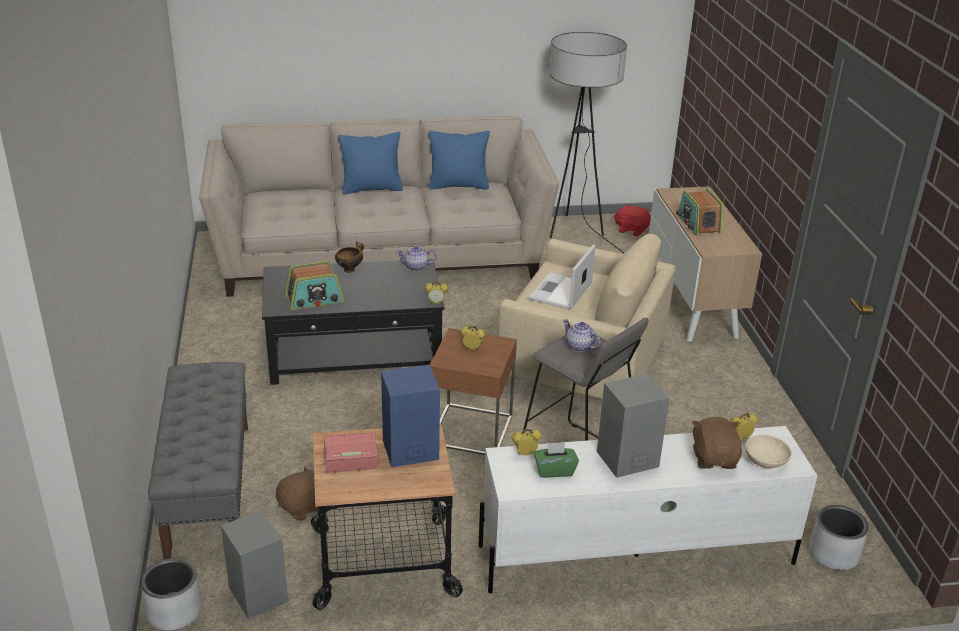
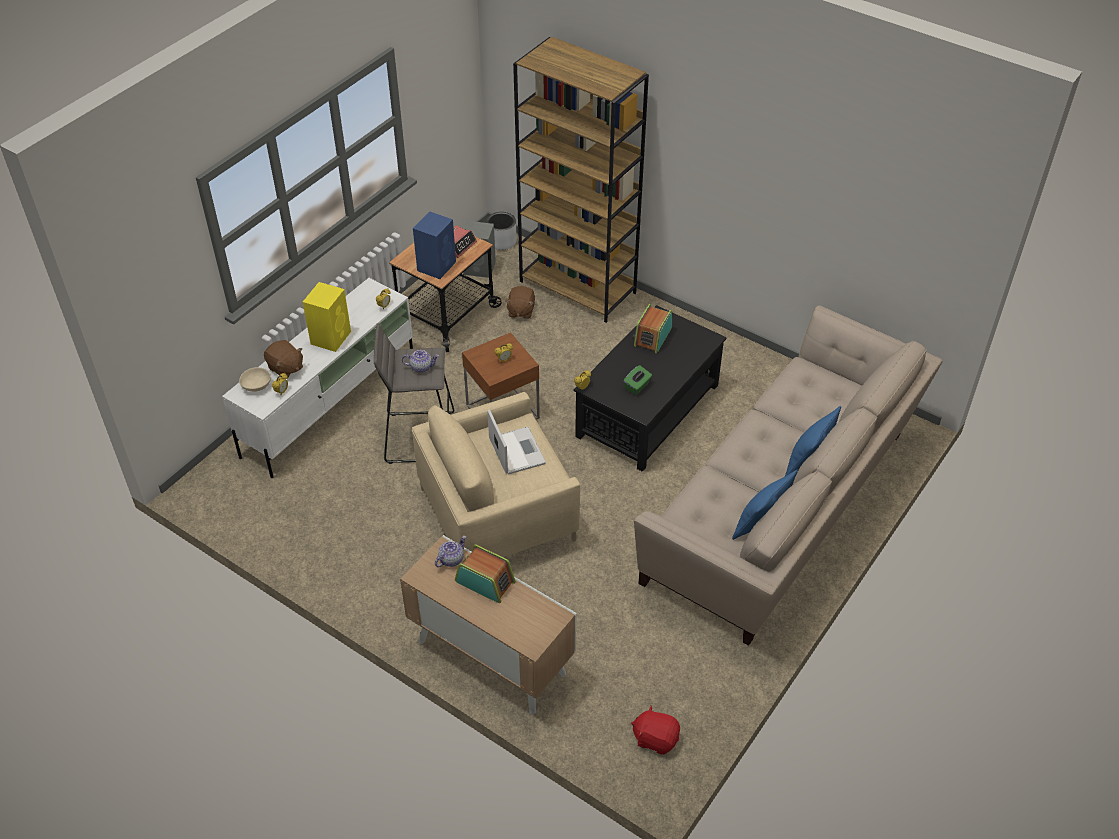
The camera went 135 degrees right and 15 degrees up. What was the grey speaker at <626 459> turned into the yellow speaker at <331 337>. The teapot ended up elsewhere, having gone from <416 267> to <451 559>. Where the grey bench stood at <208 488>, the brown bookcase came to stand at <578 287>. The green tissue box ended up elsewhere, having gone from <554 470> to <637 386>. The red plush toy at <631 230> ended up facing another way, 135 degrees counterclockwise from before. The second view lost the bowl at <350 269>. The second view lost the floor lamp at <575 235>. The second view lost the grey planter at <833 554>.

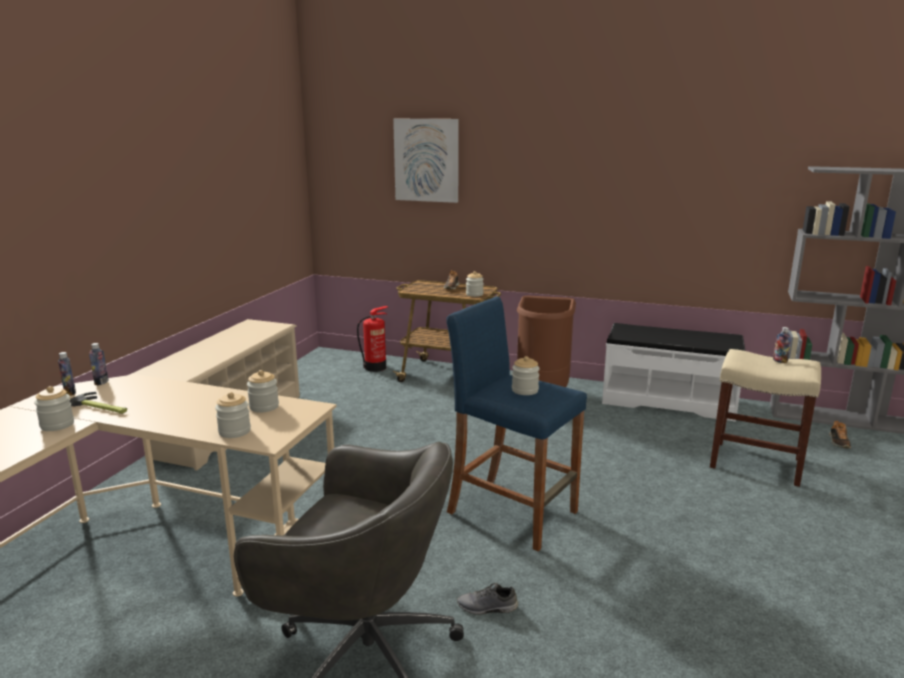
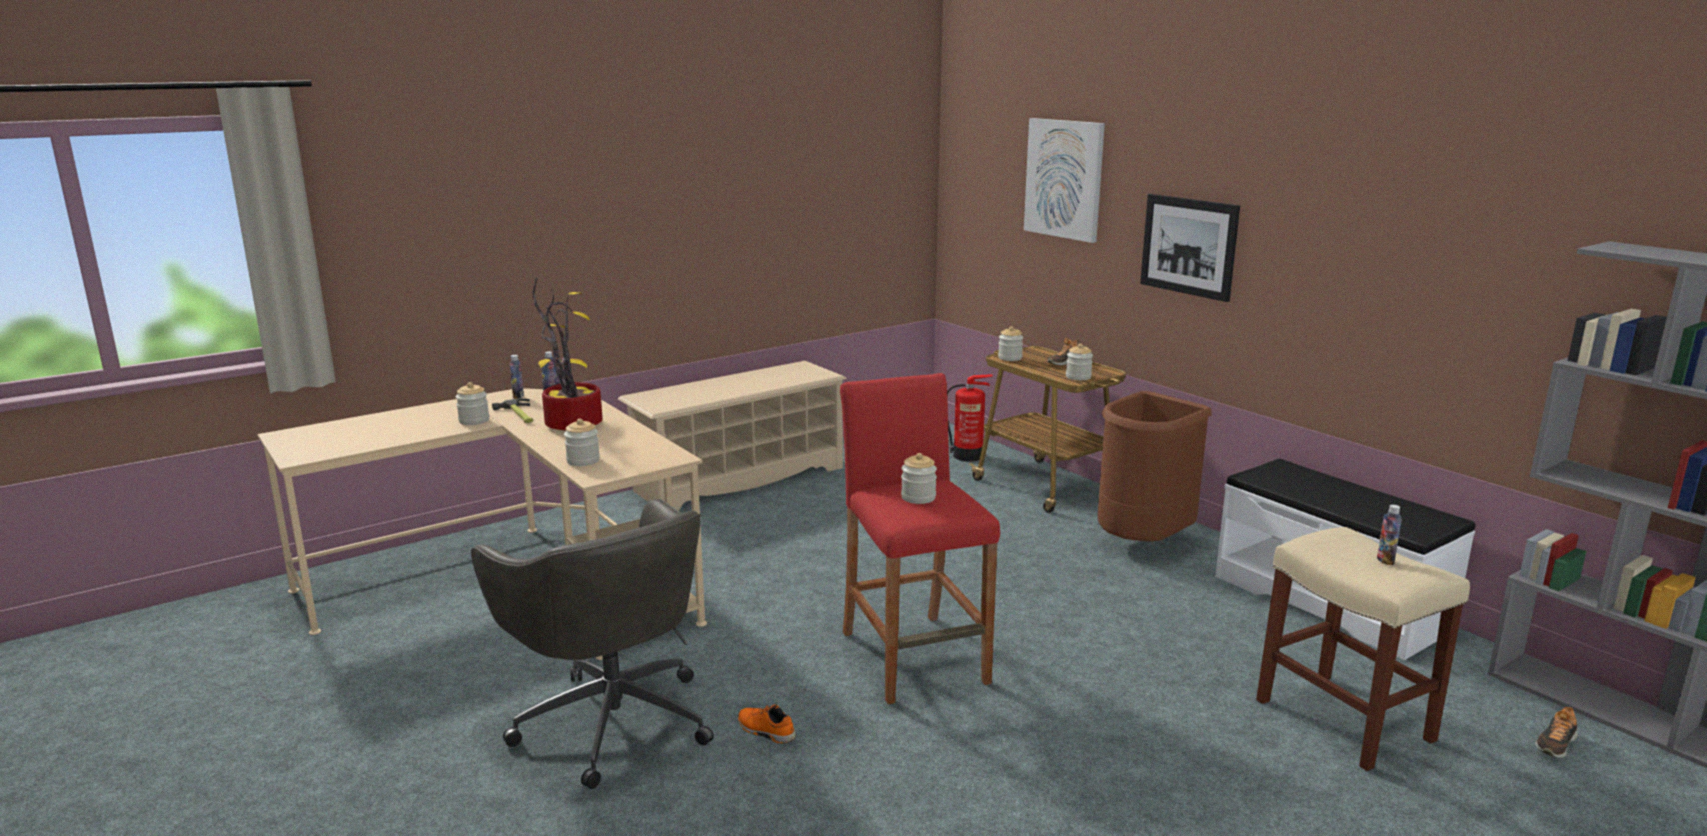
The camera went 35 degrees right and 0 degrees up. The second view gained the potted plant at <569 423>. What was the grey shoe at <487 608> turned into the orange shoe at <765 731>. What was the blue stool at <512 512> turned into the red stool at <914 657>. The jar ended up elsewhere, having gone from <264 407> to <1010 358>. The second view gained the picture at <1188 246>.

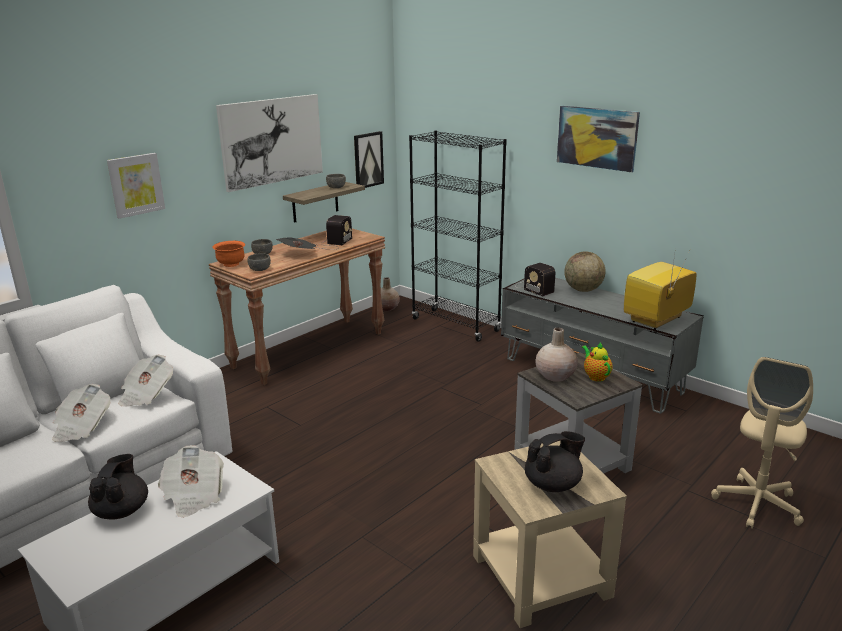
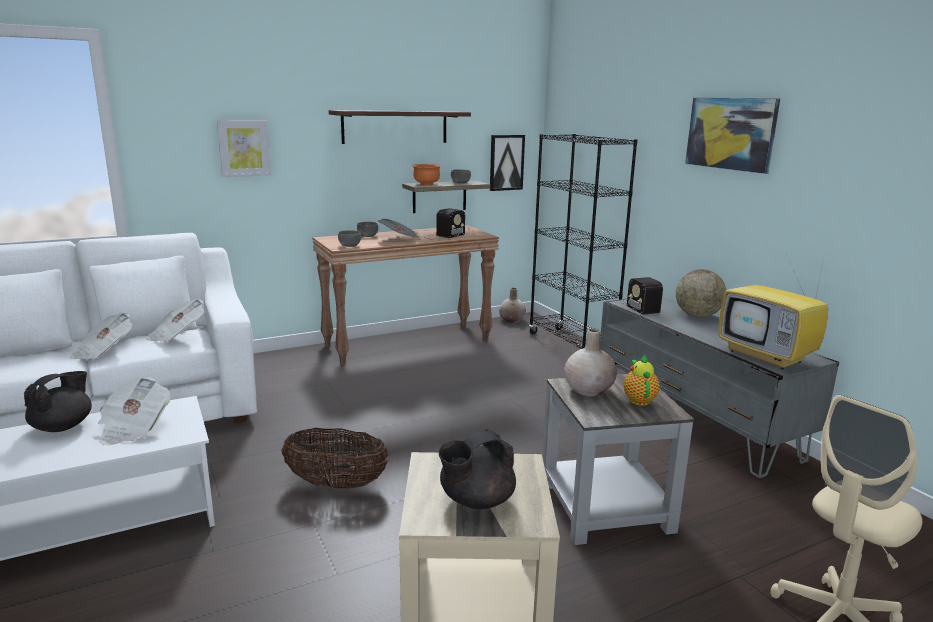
The camera went 20 degrees right and 5 degrees down. The second view gained the basket at <336 484>. Where the picture hung at <272 141>, the shelf came to hang at <395 127>. The orange bowl ended up elsewhere, having gone from <231 264> to <426 184>. The black teapot at <553 484> ended up facing another way, 150 degrees clockwise from before. The television at <656 320> ended up facing another way, 105 degrees counterclockwise from before.

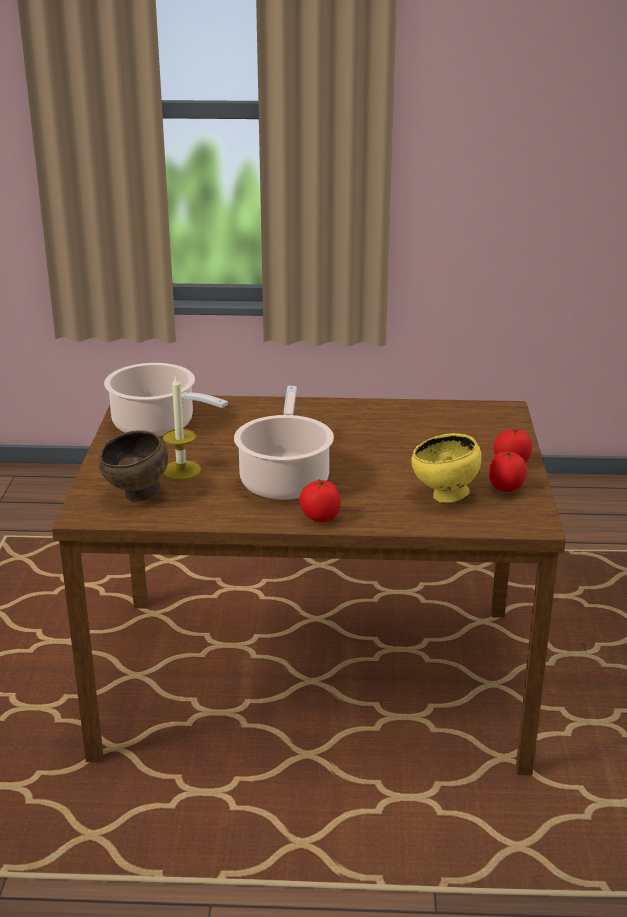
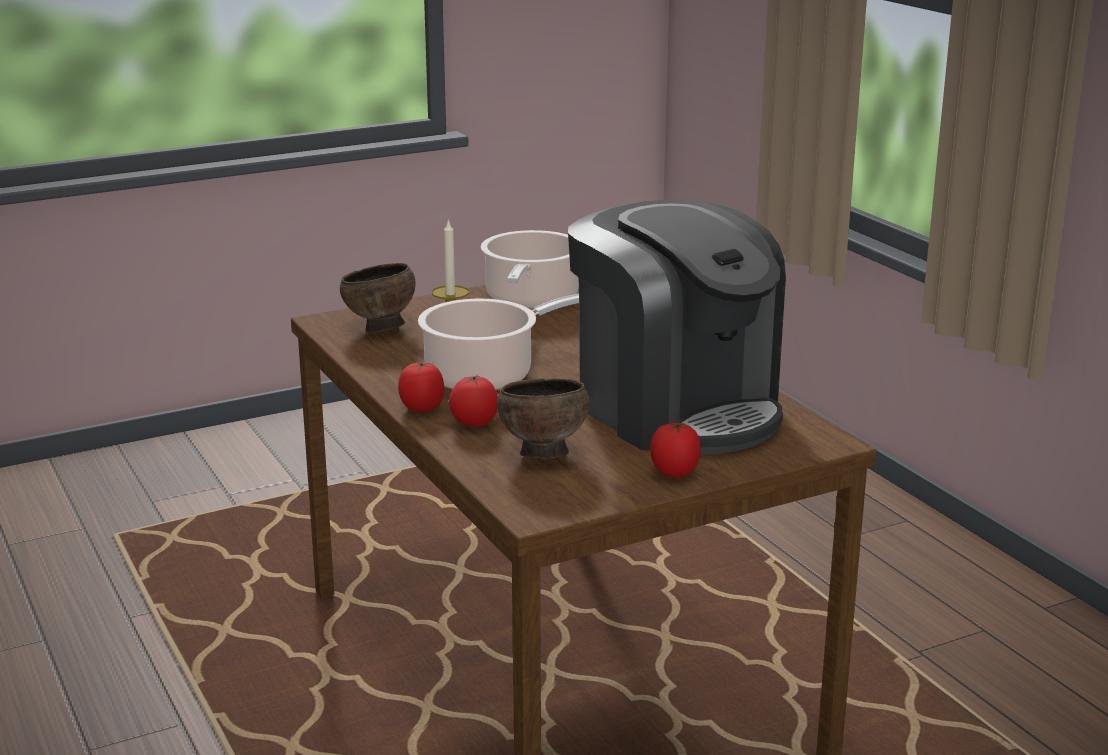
The camera went 60 degrees right and 5 degrees down. The tomato ended up elsewhere, having gone from <506 489> to <473 424>. What was the yellow bowl at <444 497> turned into the brown bowl at <541 454>. The second view gained the coffee machine at <676 409>.

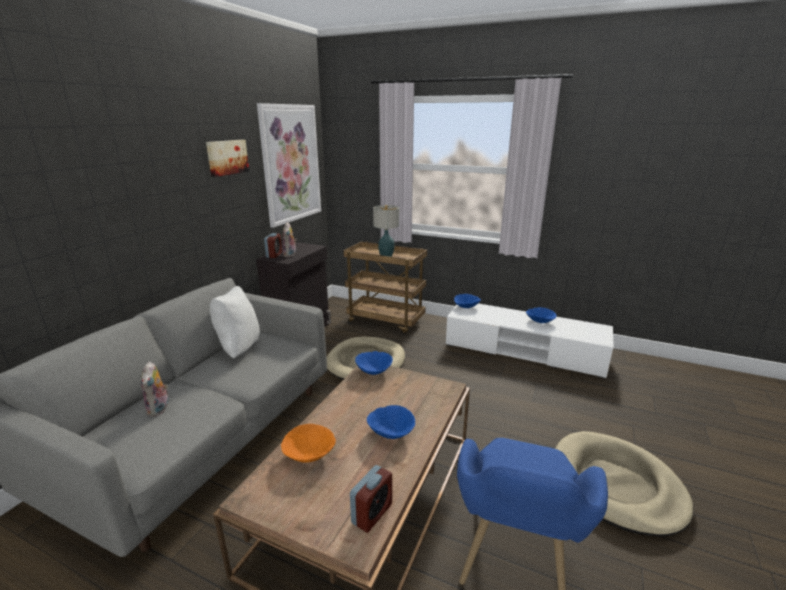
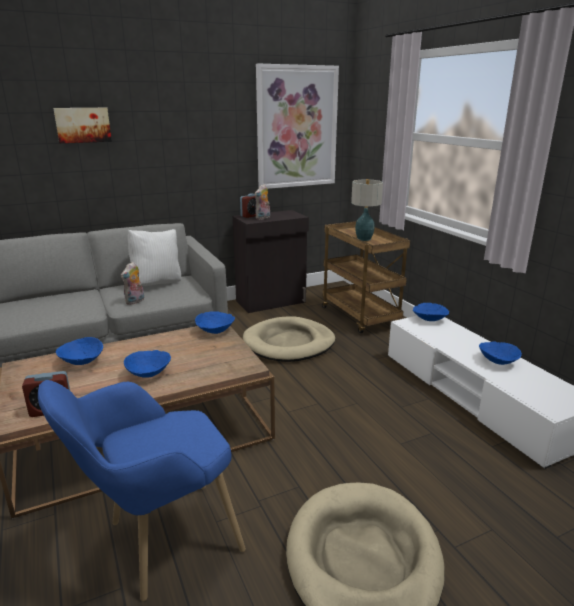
The camera went 40 degrees right and 0 degrees up. The picture ended up elsewhere, having gone from <227 157> to <83 125>. What was the orange bowl at <309 455> turned into the blue bowl at <82 361>. The plush toy ended up elsewhere, having gone from <159 409> to <135 301>.

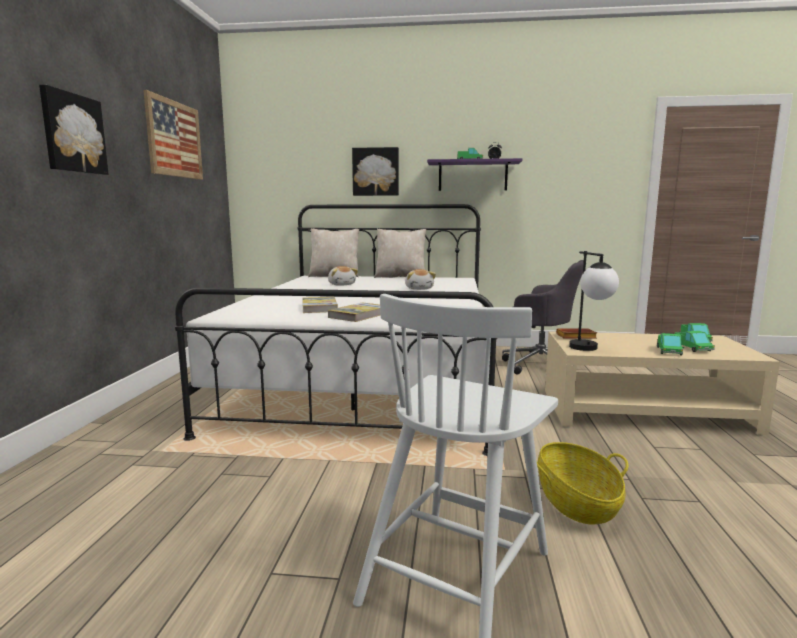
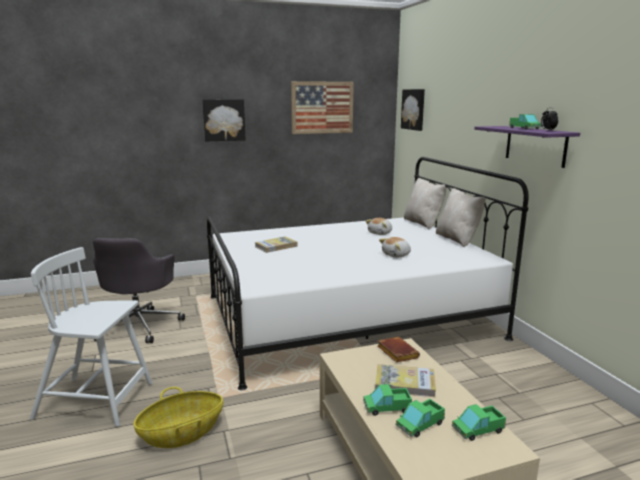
The camera went 65 degrees right and 5 degrees up. The grey office chair ended up elsewhere, having gone from <539 364> to <139 325>. The book ended up elsewhere, having gone from <359 315> to <405 383>. The picture ended up elsewhere, having gone from <375 172> to <414 109>. The second view lost the table lamp at <589 350>.

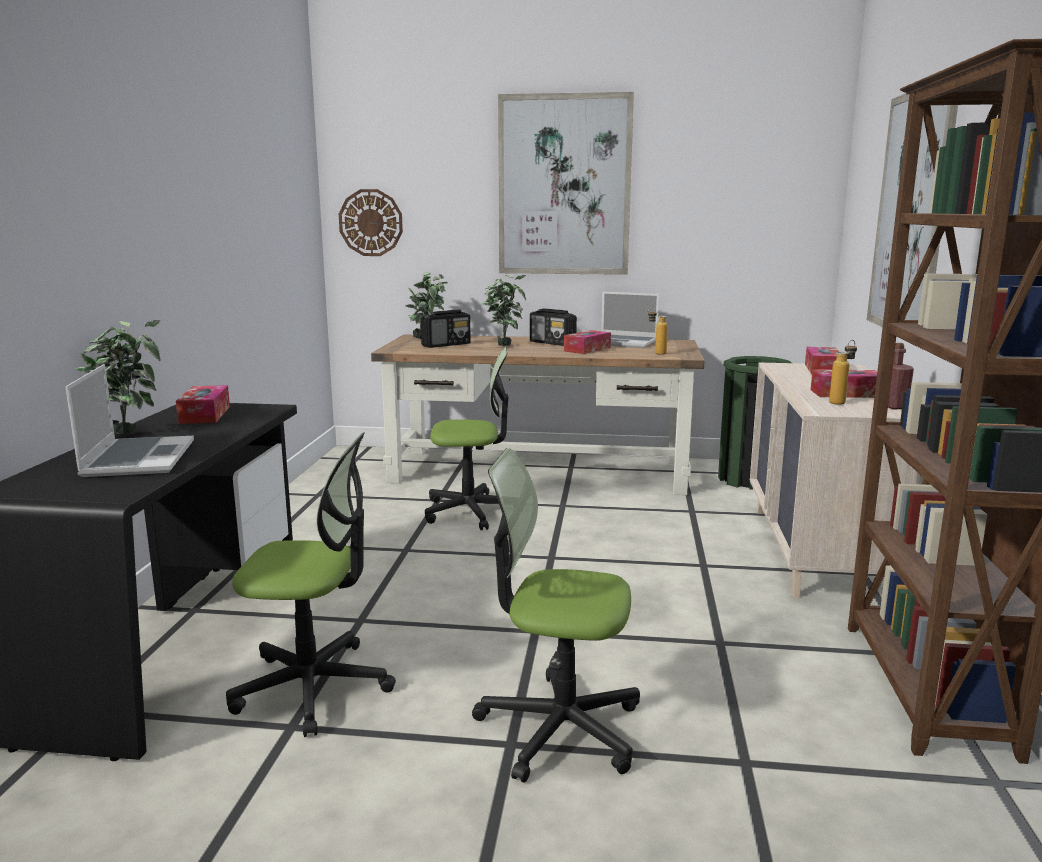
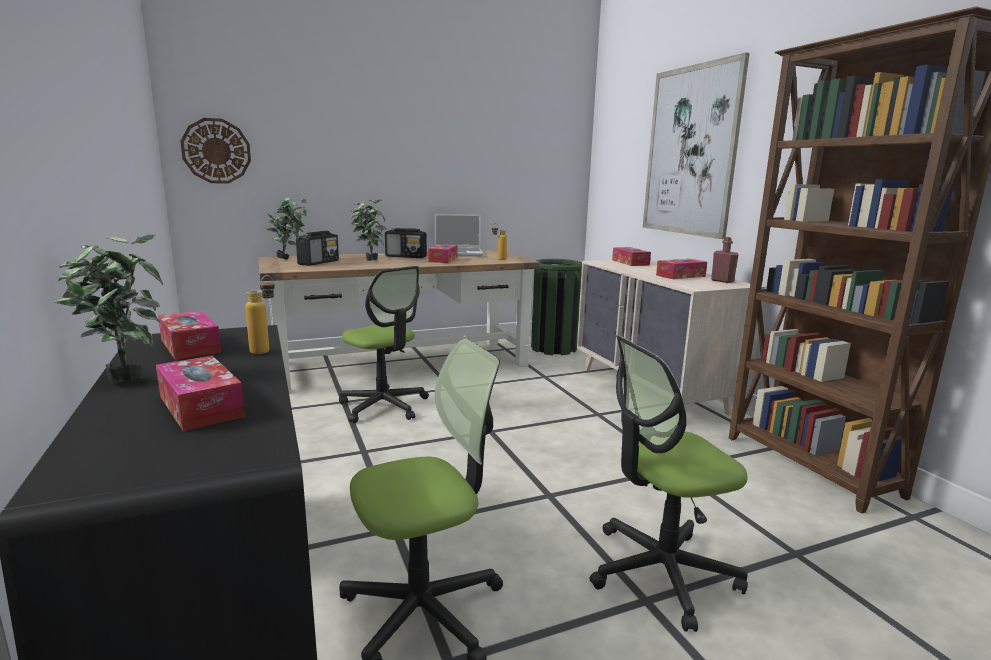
The camera went 30 degrees left and 0 degrees up. Where the laptop stood at <138 459>, the tissue box came to stand at <201 406>. The bottle ended up elsewhere, having gone from <840 402> to <265 350>. The office chair at <471 511> ended up facing another way, 75 degrees clockwise from before. The second view lost the picture at <564 186>.

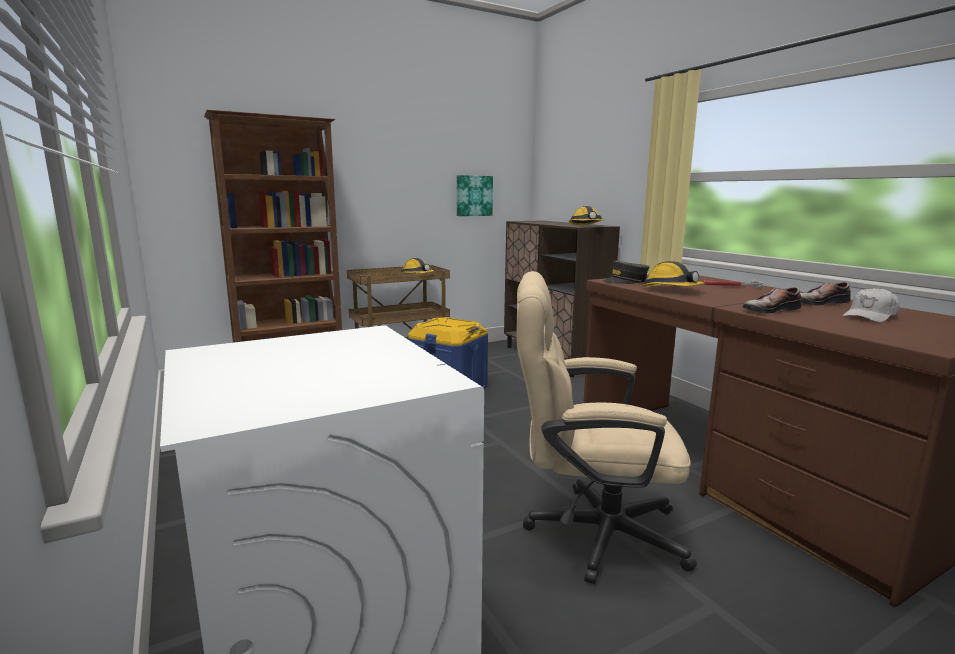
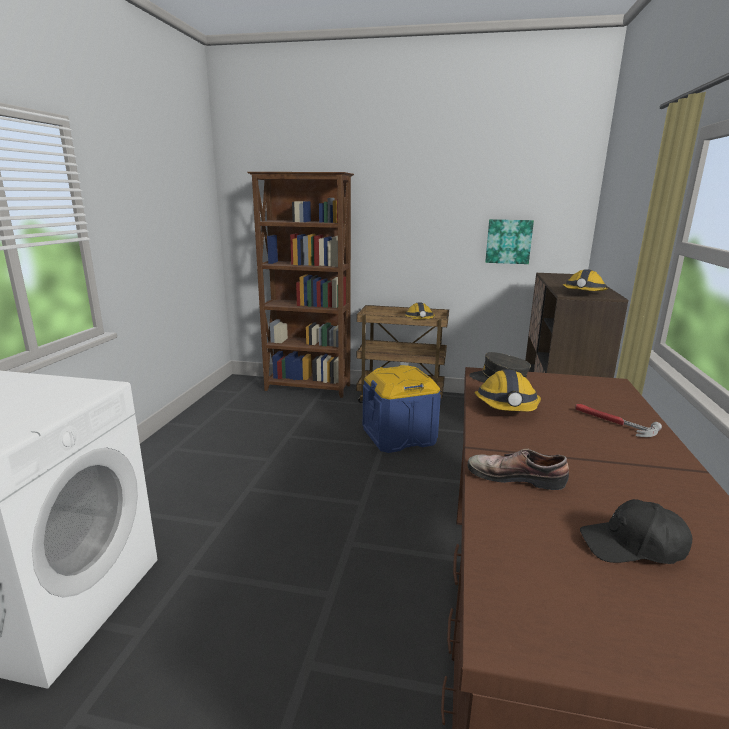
The camera went 40 degrees right and 5 degrees up. What was the white cap at <870 316> turned into the black cap at <633 546>. The second view lost the beige office chair at <589 532>. The second view lost the shoe at <818 303>.

